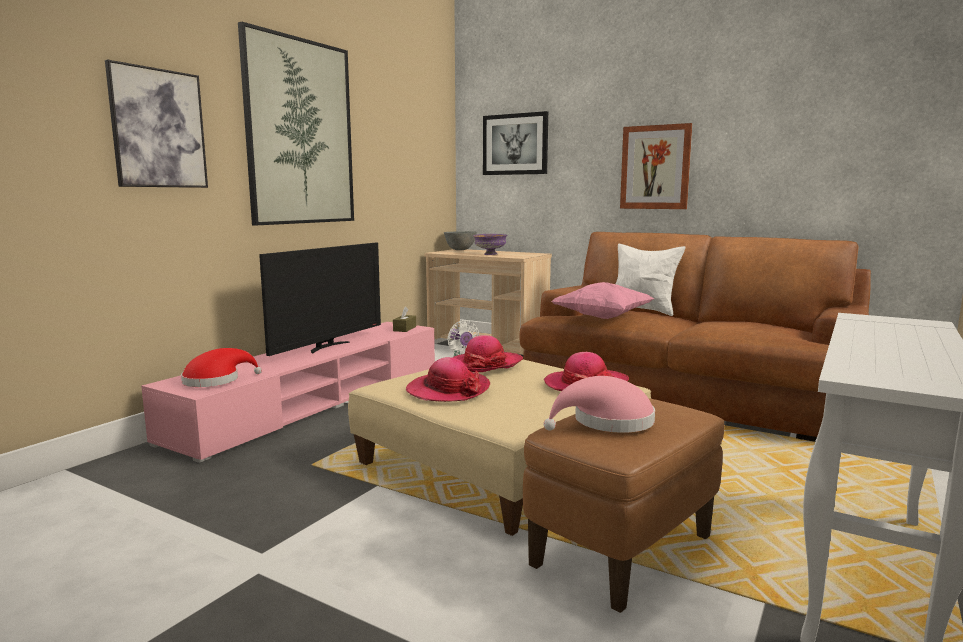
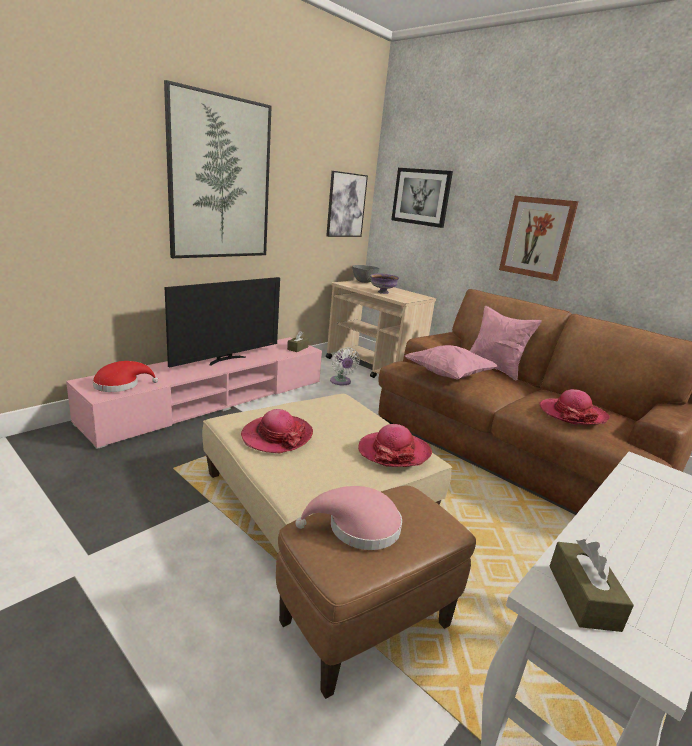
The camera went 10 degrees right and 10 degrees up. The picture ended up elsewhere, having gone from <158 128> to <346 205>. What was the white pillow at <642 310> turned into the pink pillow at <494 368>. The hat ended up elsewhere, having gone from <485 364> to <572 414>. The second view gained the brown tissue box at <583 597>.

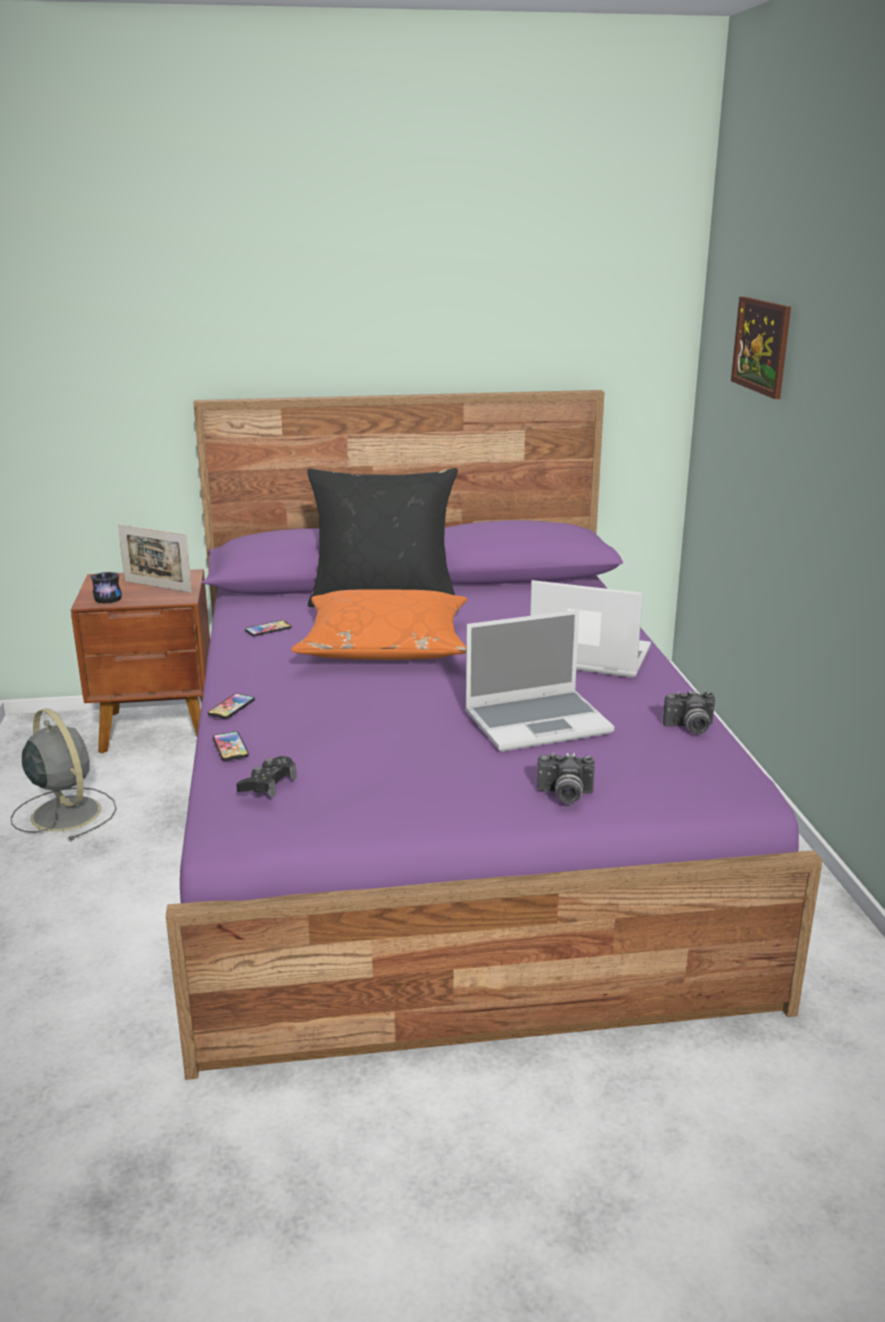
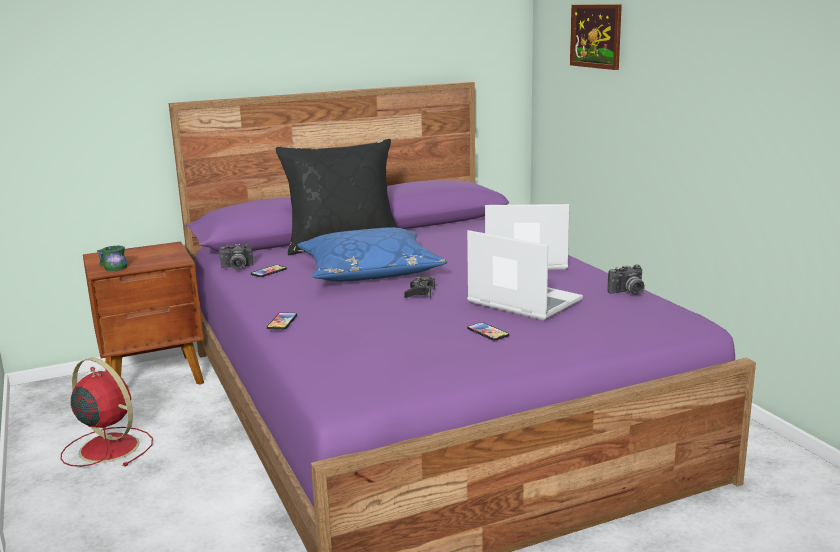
The camera went 15 degrees left and 5 degrees down. What was the grey fan at <64 812> turned into the red fan at <107 447>. What was the black mug at <104 598> turned into the green mug at <111 268>. The photo camera ended up elsewhere, having gone from <564 795> to <237 268>. What was the orange pillow at <385 645> turned into the blue pillow at <369 271>. The black game controller ended up elsewhere, having gone from <268 784> to <420 293>. The laptop at <538 722> ended up facing another way, 105 degrees counterclockwise from before. The phone ended up elsewhere, having gone from <230 747> to <487 332>. The second view lost the picture frame at <157 586>.

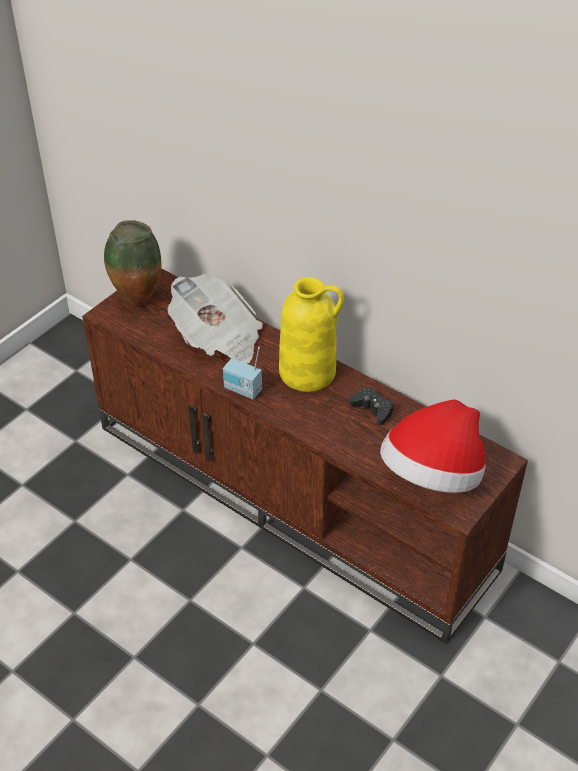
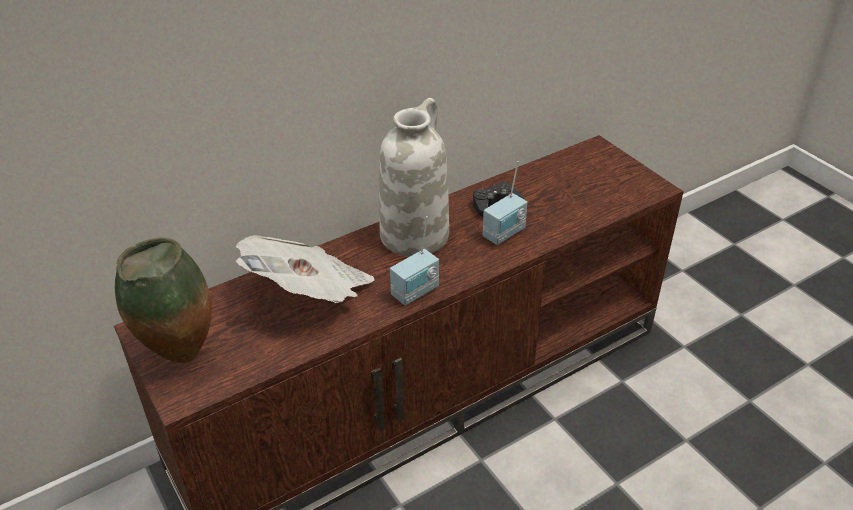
The camera went 70 degrees left and 5 degrees down. What was the yellow vase at <308 372> turned into the white vase at <414 234>. The second view gained the radio at <505 234>. The second view lost the hat at <433 475>.

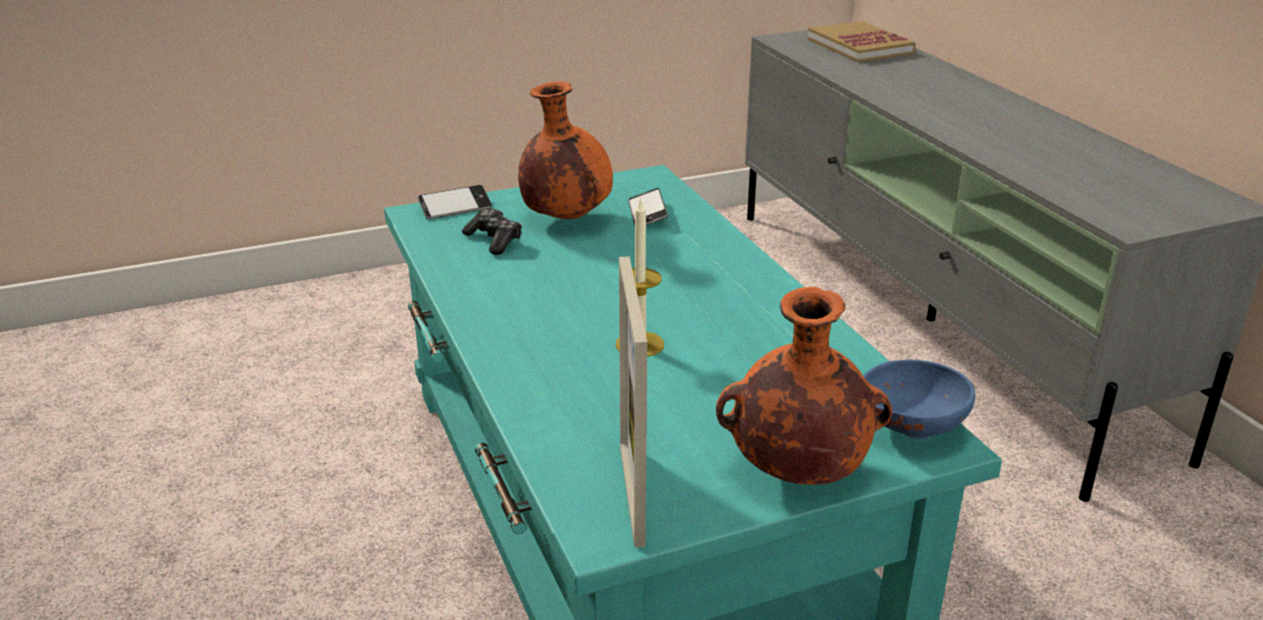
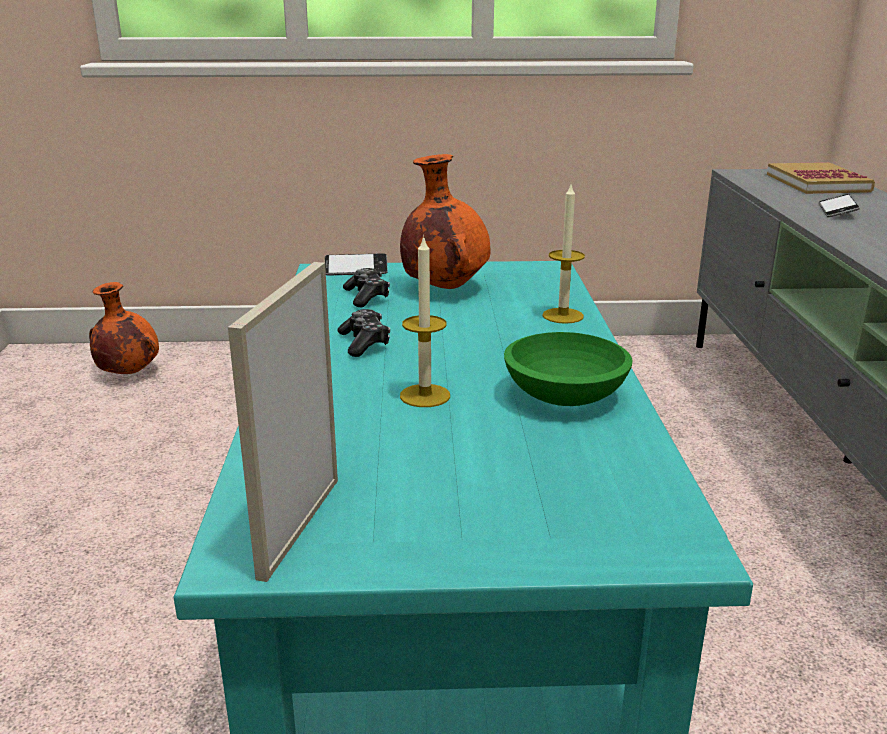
The camera went 20 degrees right and 5 degrees down. The orange vase ended up elsewhere, having gone from <796 472> to <128 374>. The second view gained the game controller at <364 343>. The second view gained the green bowl at <563 395>. The second view gained the candle at <563 316>. The phone ended up elsewhere, having gone from <647 214> to <837 211>. The second view lost the blue bowl at <909 426>.

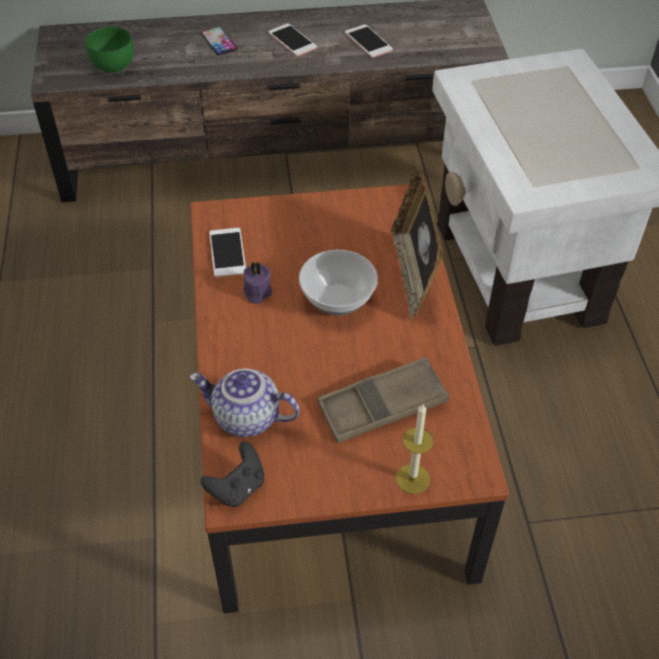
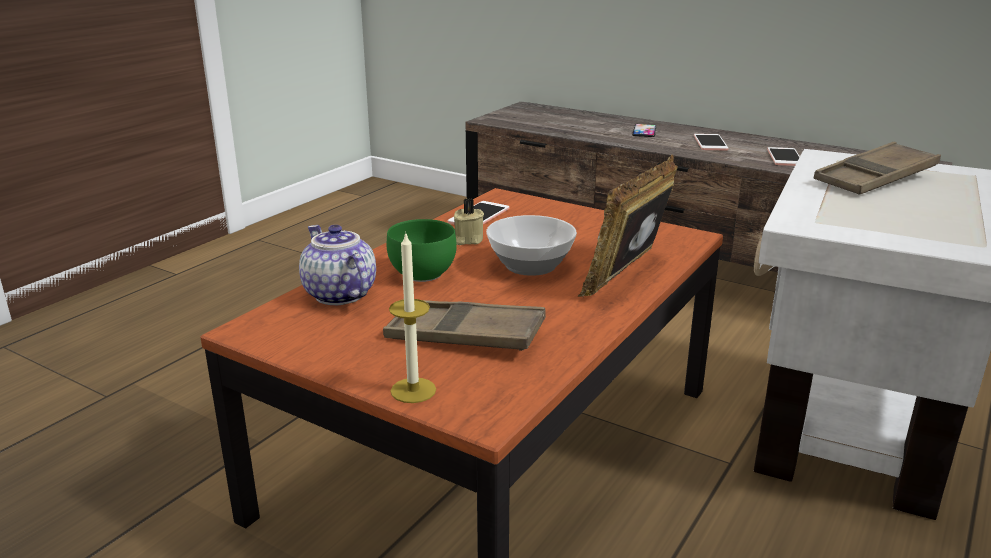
The camera went 40 degrees right and 25 degrees down. The green bowl ended up elsewhere, having gone from <113 67> to <421 275>. What was the purple candle at <256 292> turned into the beige candle at <467 240>. The second view gained the brown tray at <875 178>. The second view lost the black game controller at <237 488>.

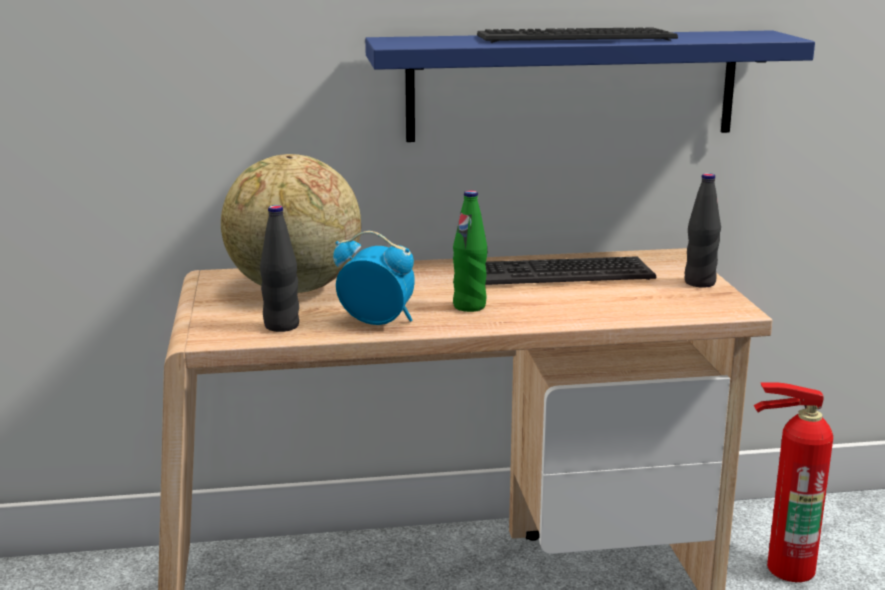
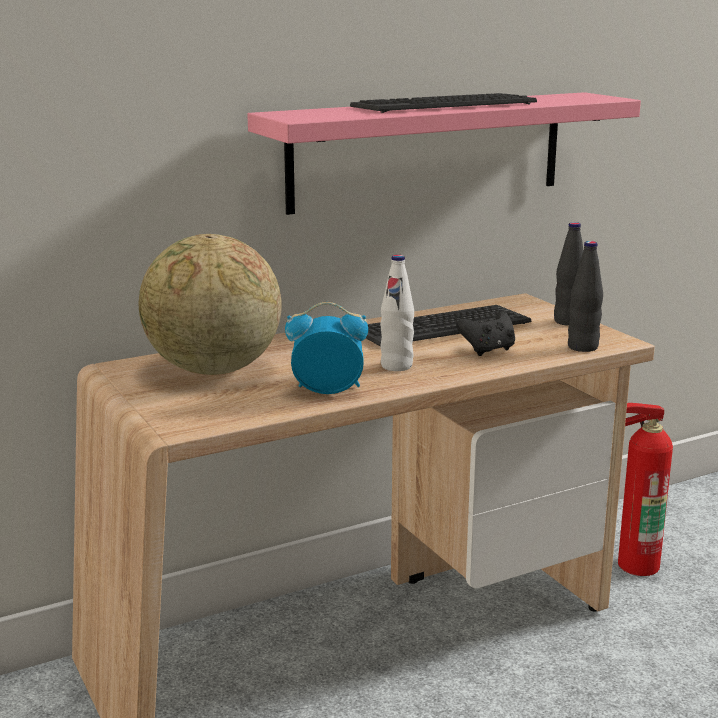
The camera went 20 degrees left and 0 degrees up. What was the blue shelf at <572 85> turned into the pink shelf at <428 150>. What was the green bottle at <469 306> turned into the white bottle at <396 366>. The second view gained the black game controller at <488 350>. The black bottle ended up elsewhere, having gone from <281 326> to <582 347>.

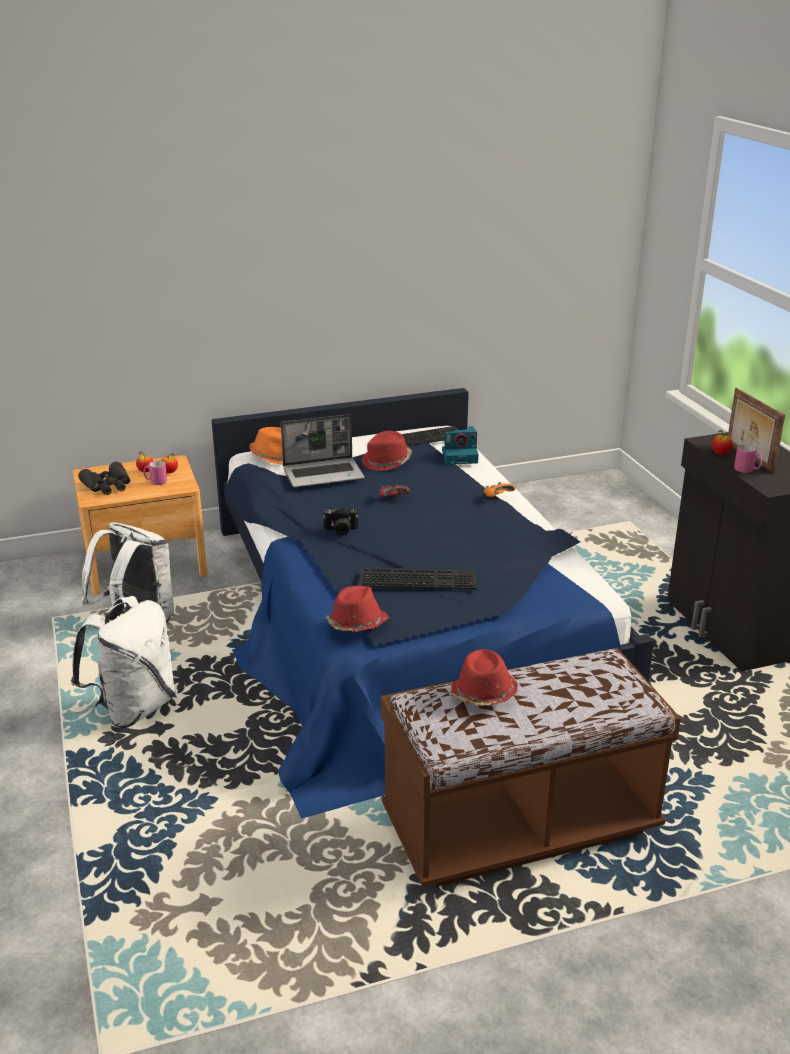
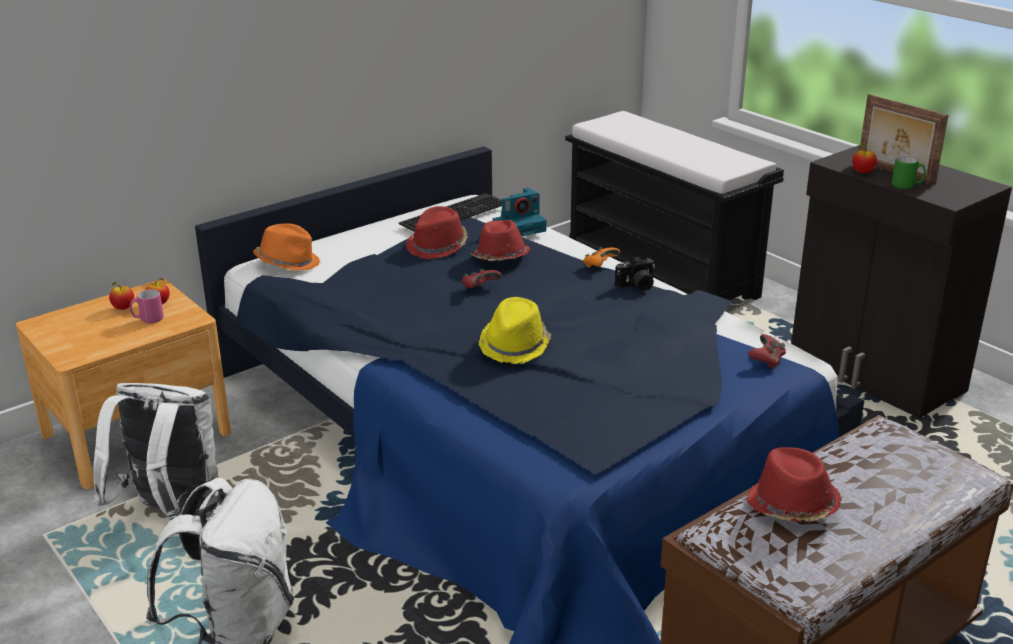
The camera went 20 degrees left and 0 degrees up. The red hat ended up elsewhere, having gone from <356 625> to <500 258>. The second view gained the yellow hat at <515 345>. The second view gained the black bench at <663 273>. The photo camera ended up elsewhere, having gone from <340 530> to <637 286>. The second view gained the red game controller at <767 361>. What was the pink mug at <747 470> turned into the green mug at <907 186>. The second view lost the black binoculars at <108 485>. The second view lost the laptop at <324 474>. The second view lost the keyboard at <419 577>.

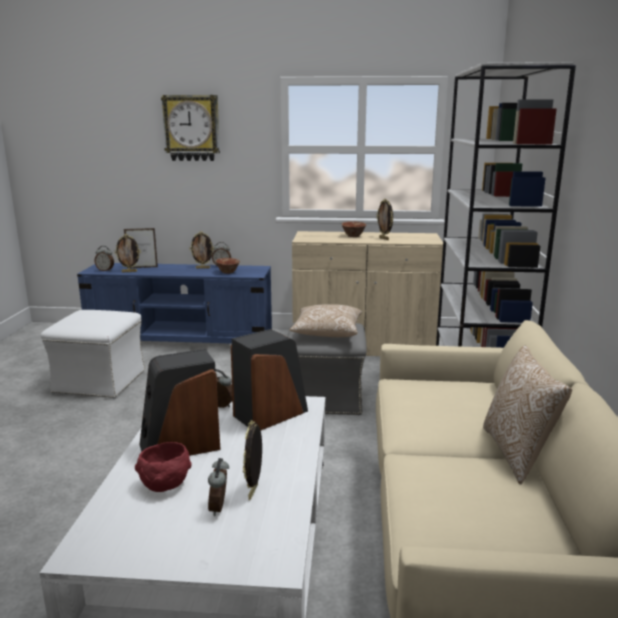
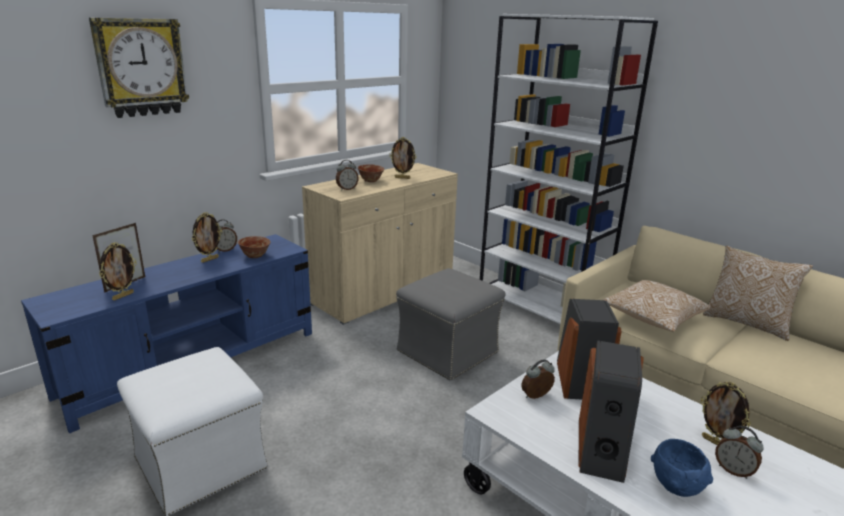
The camera went 50 degrees left and 5 degrees up. The alarm clock ended up elsewhere, having gone from <105 270> to <347 189>. The pillow ended up elsewhere, having gone from <327 333> to <652 318>. What was the red bowl at <166 485> turned into the blue bowl at <676 485>.

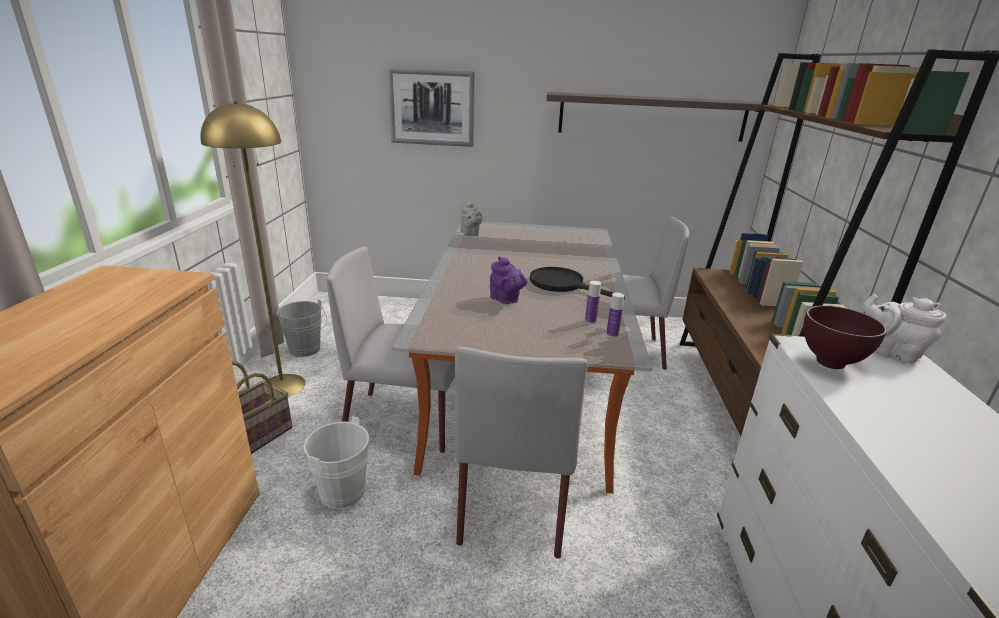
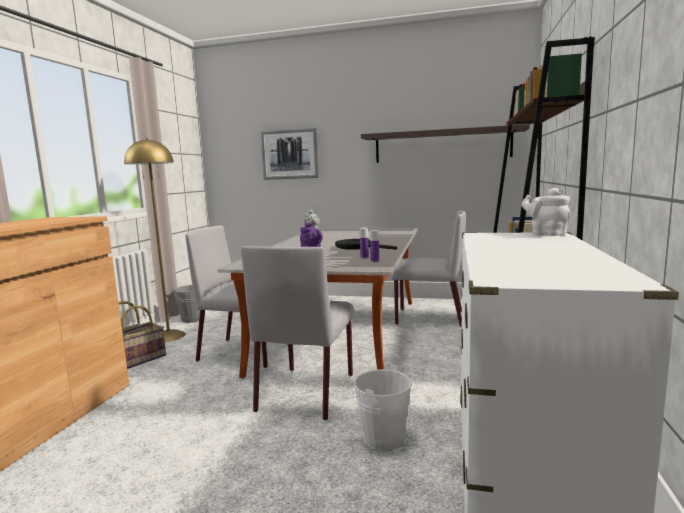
The camera went 10 degrees right and 15 degrees down. The white bucket ended up elsewhere, having gone from <338 490> to <379 437>. The second view lost the brown bowl at <831 363>.

